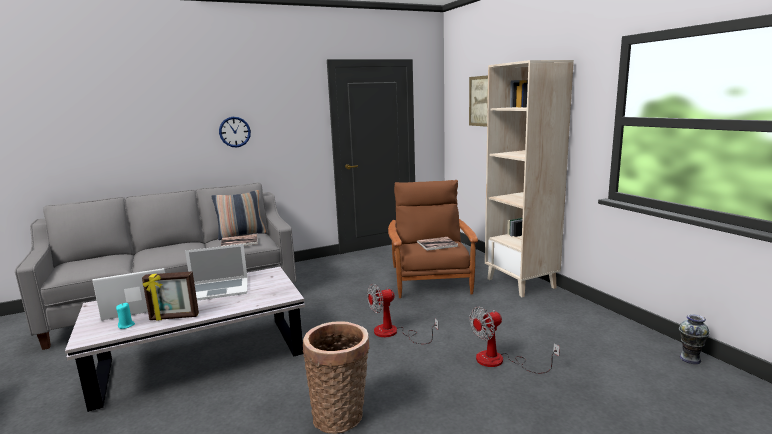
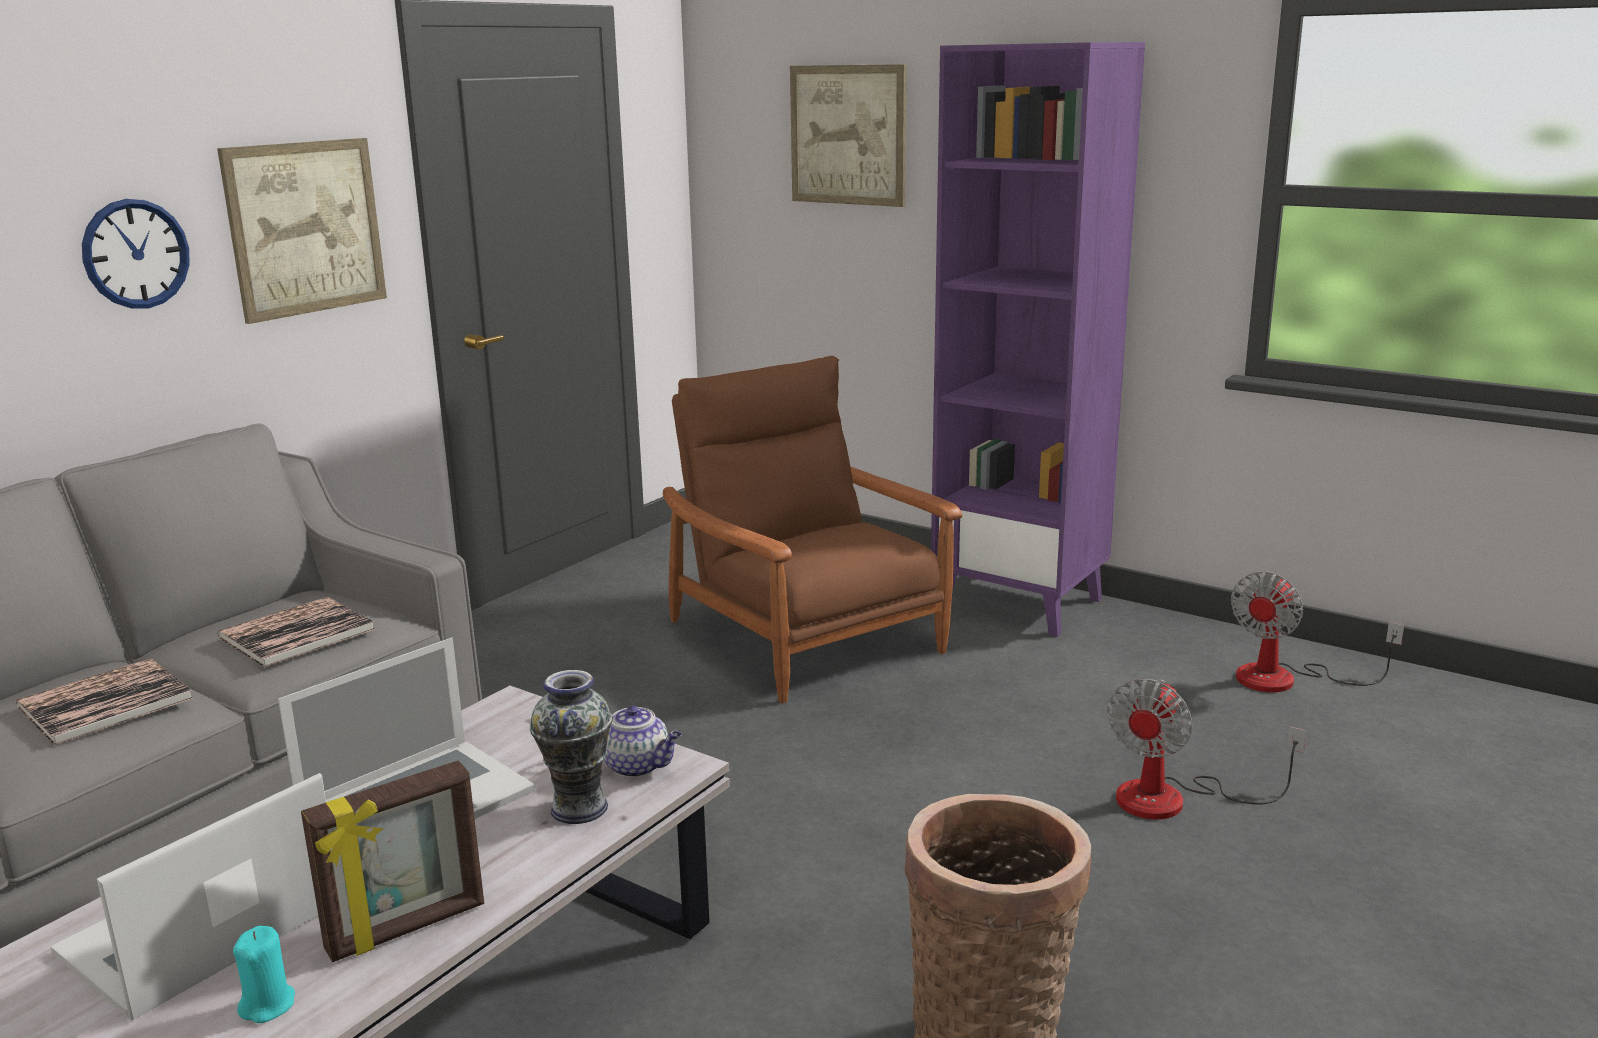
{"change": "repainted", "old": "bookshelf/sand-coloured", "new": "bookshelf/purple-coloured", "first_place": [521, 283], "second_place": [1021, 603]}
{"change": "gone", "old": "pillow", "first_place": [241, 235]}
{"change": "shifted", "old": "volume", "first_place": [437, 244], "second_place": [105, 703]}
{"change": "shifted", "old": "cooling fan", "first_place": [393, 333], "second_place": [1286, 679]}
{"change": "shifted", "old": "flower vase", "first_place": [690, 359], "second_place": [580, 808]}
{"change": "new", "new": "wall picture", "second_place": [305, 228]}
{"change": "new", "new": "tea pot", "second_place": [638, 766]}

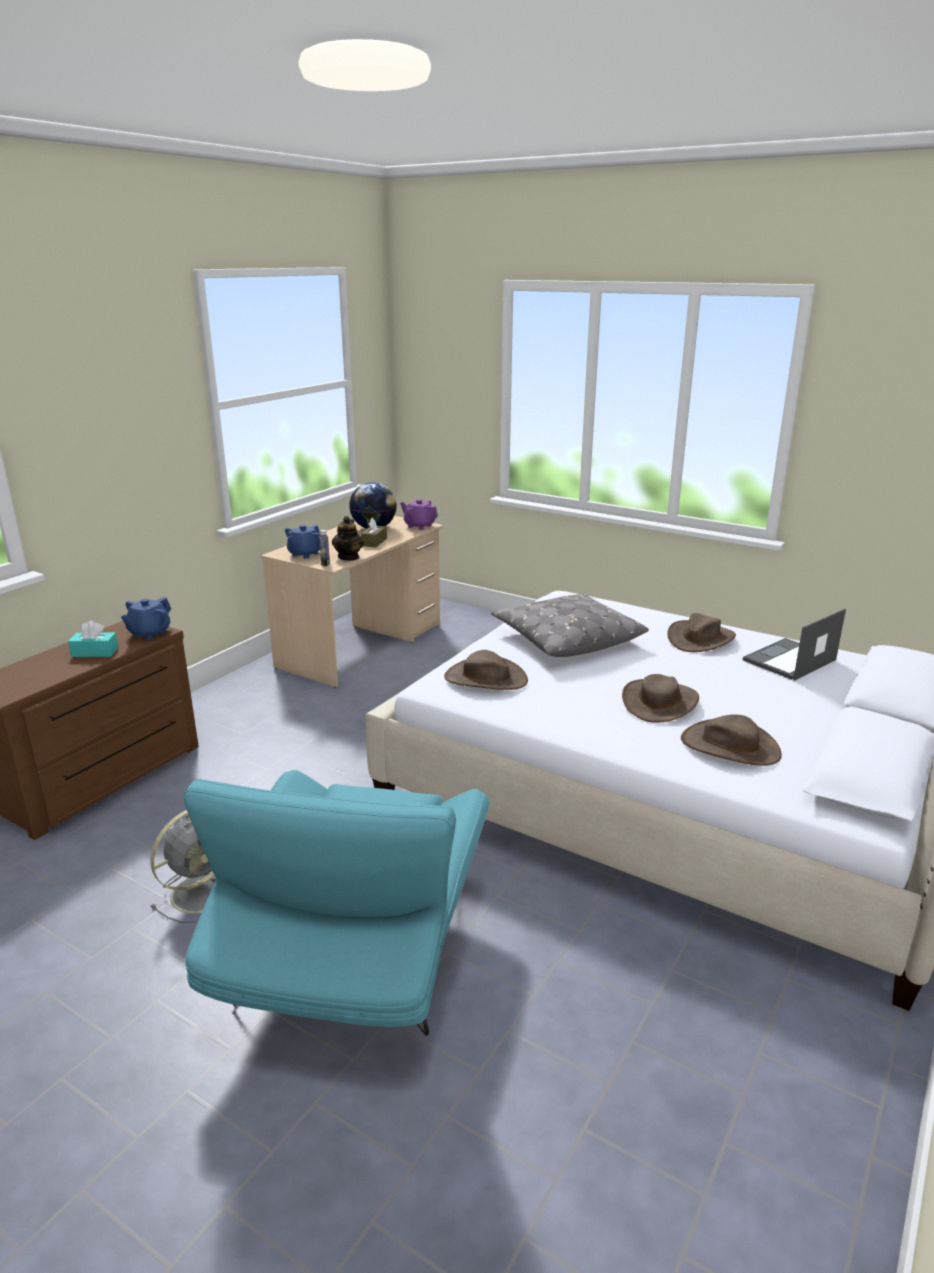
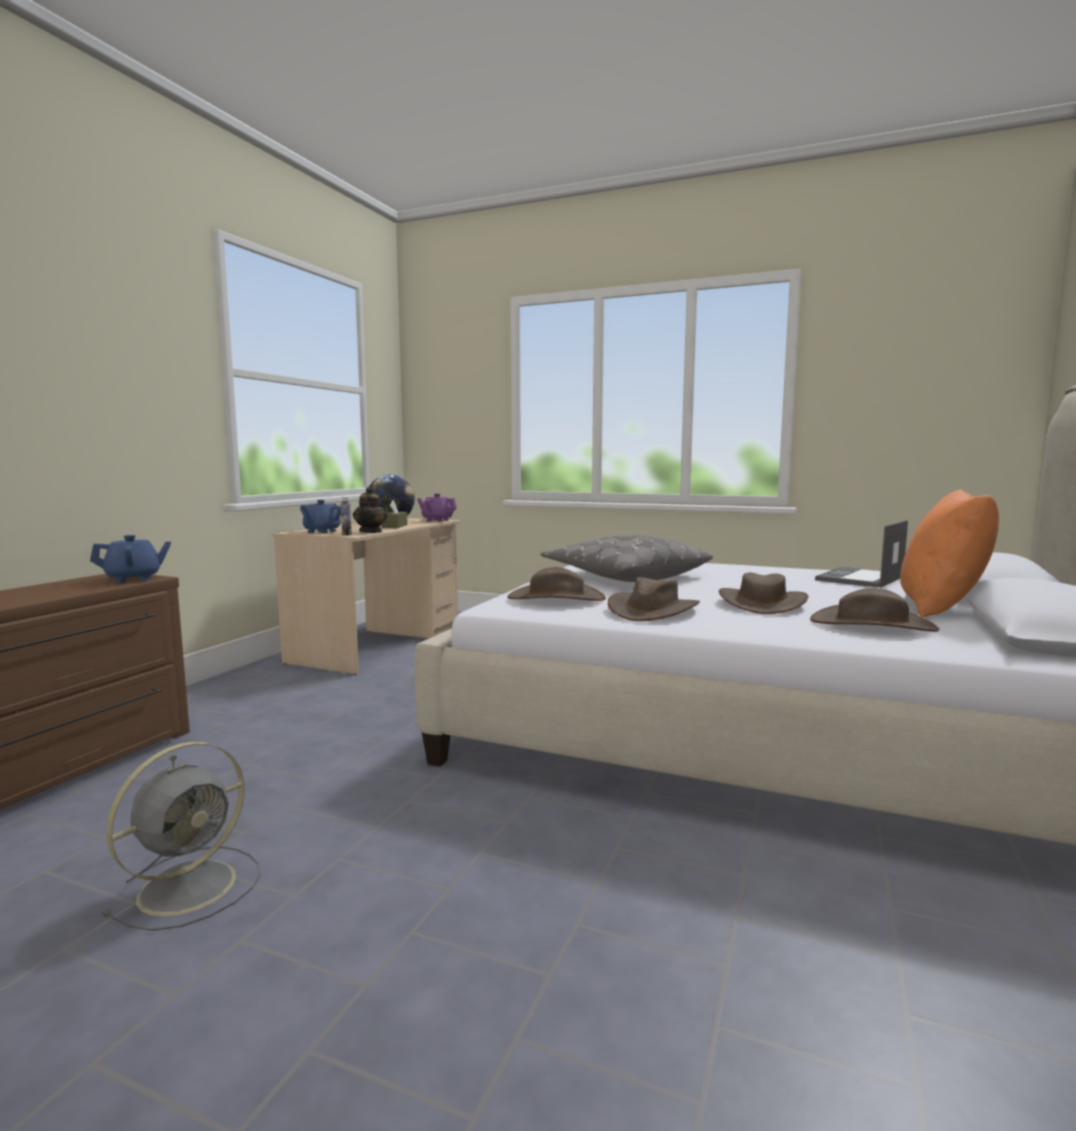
{"change": "rotated", "old": "tea pot/bluish", "first_place": [149, 633], "second_place": [134, 579], "degrees": -135}
{"change": "shifted", "old": "hat/brown-coloured", "first_place": [700, 638], "second_place": [652, 610]}
{"change": "gone", "old": "tissue holder/blue-green", "first_place": [95, 652]}
{"change": "gone", "old": "armchair/blue-green", "first_place": [354, 957]}
{"change": "new", "new": "pillow/orange", "second_place": [941, 607]}

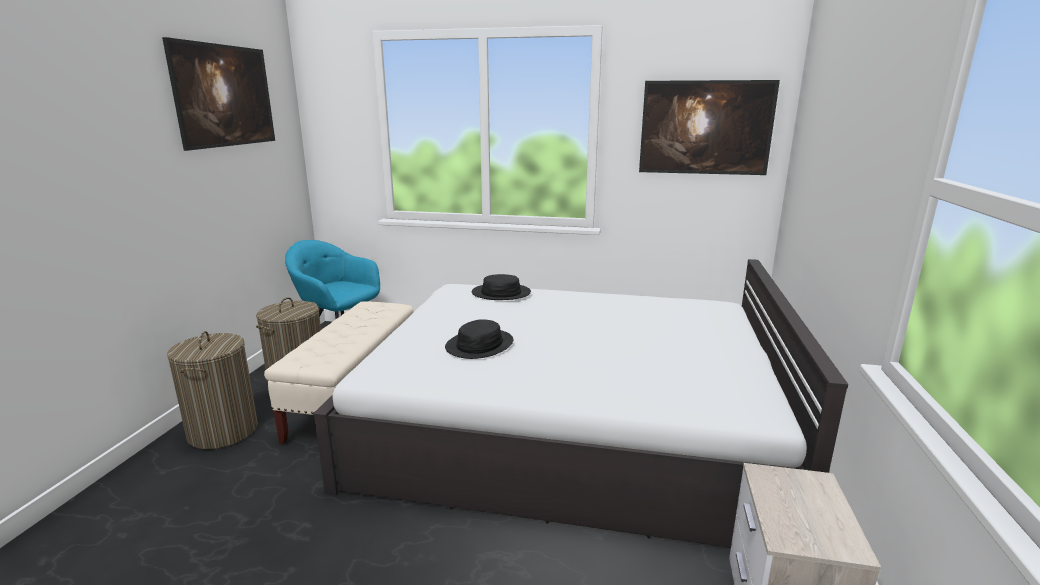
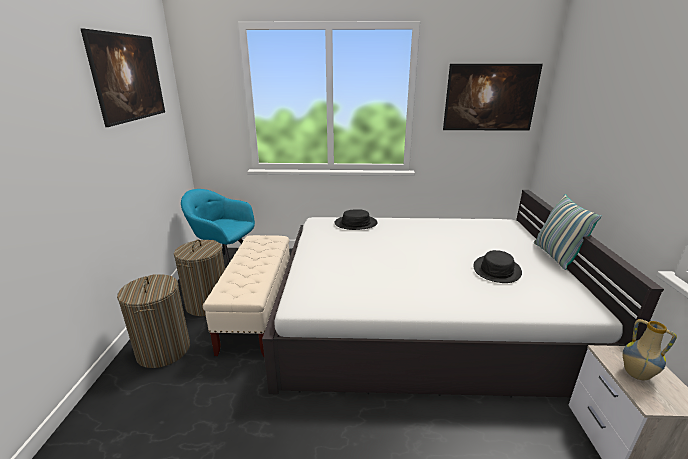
{"change": "shifted", "old": "hat/black", "first_place": [480, 345], "second_place": [497, 270]}
{"change": "new", "new": "pillow", "second_place": [555, 256]}
{"change": "new", "new": "flower vase", "second_place": [635, 374]}

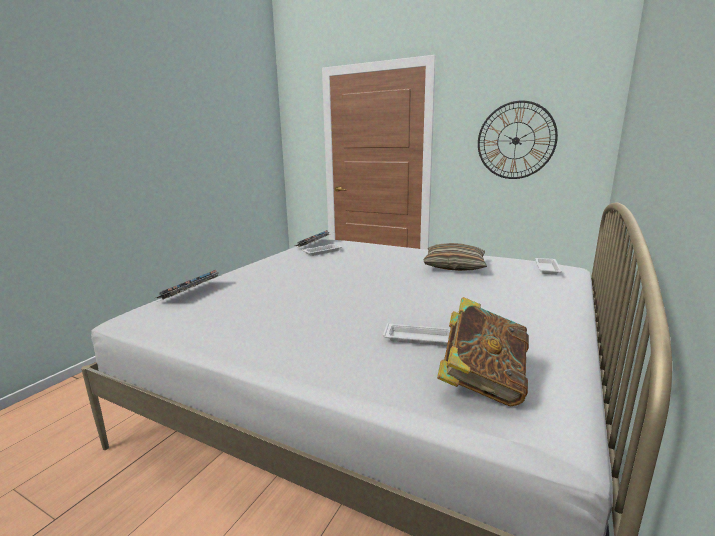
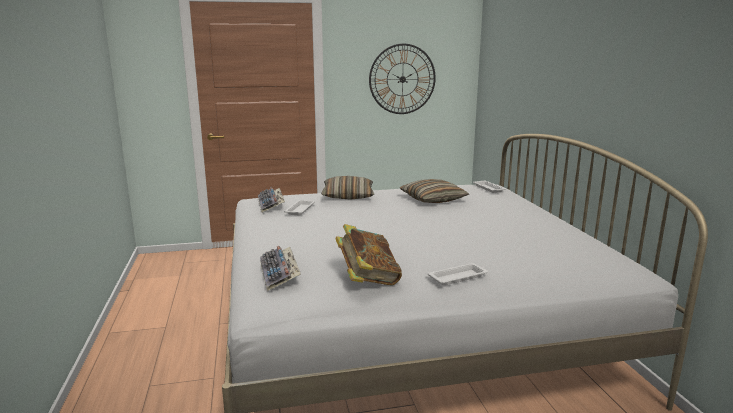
{"change": "shifted", "old": "volume", "first_place": [481, 383], "second_place": [367, 279]}
{"change": "shifted", "old": "carrying tray/white", "first_place": [420, 339], "second_place": [458, 277]}
{"change": "new", "new": "pillow", "second_place": [348, 196]}

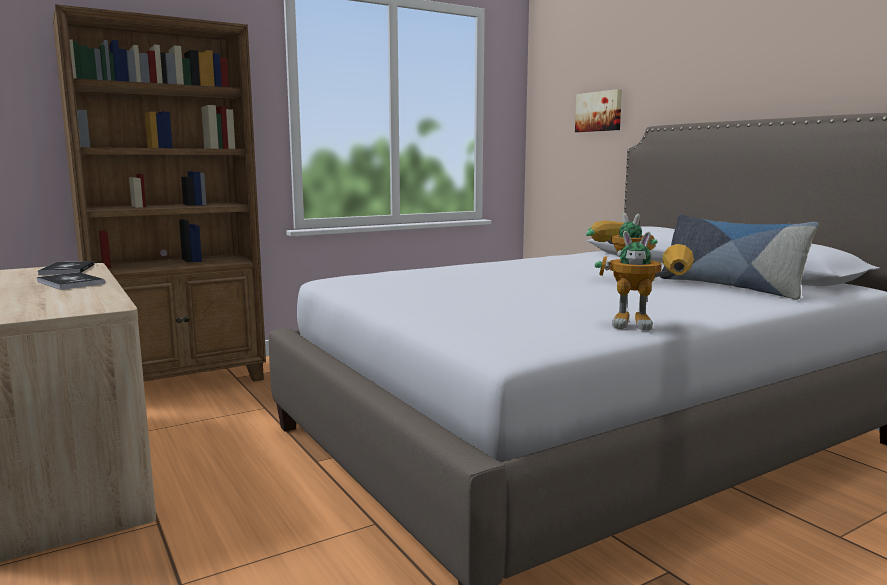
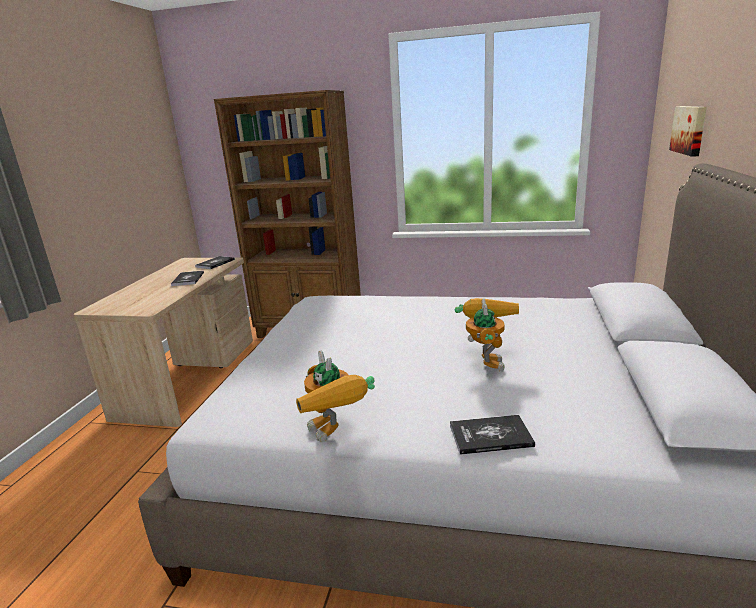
{"change": "gone", "old": "pillow", "first_place": [730, 287]}
{"change": "new", "new": "volume", "second_place": [490, 436]}

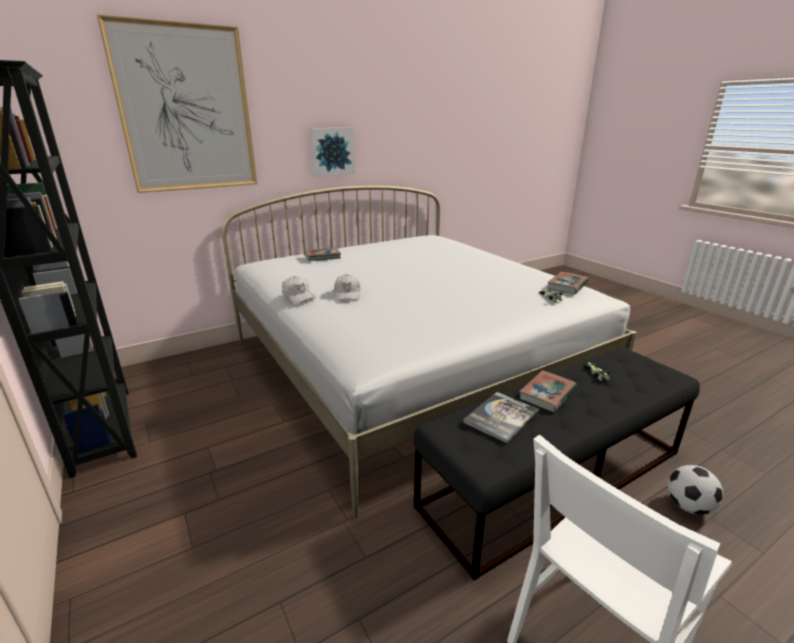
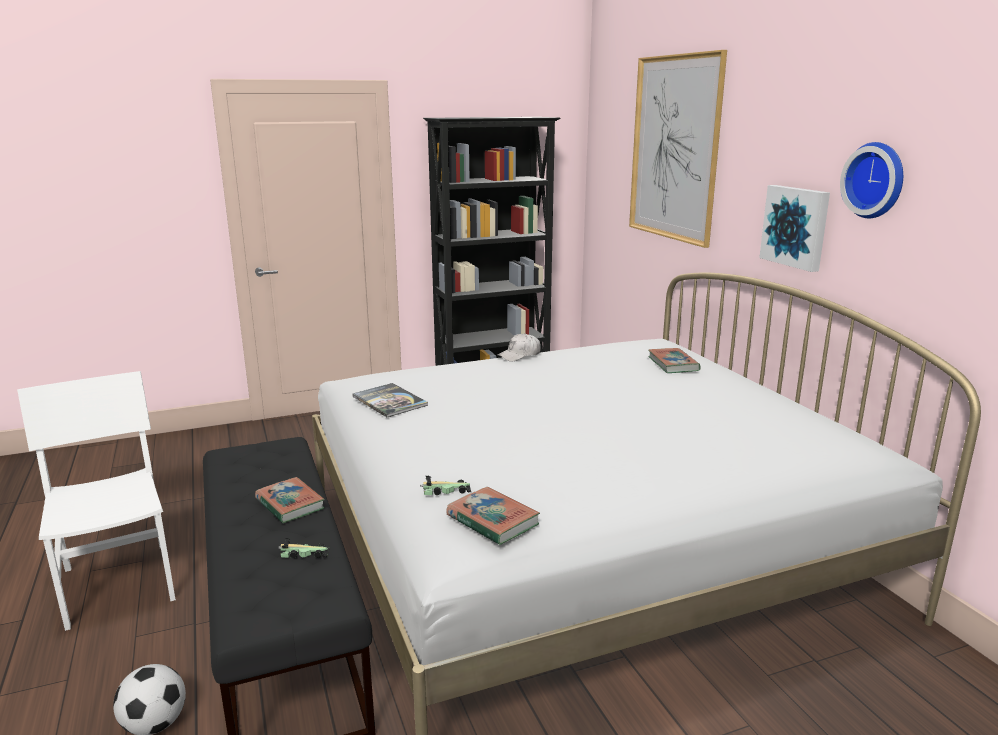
{"change": "gone", "old": "peaked cap/white", "first_place": [347, 294]}
{"change": "shifted", "old": "volume", "first_place": [501, 417], "second_place": [390, 401]}
{"change": "new", "new": "clock on the wall", "second_place": [876, 180]}

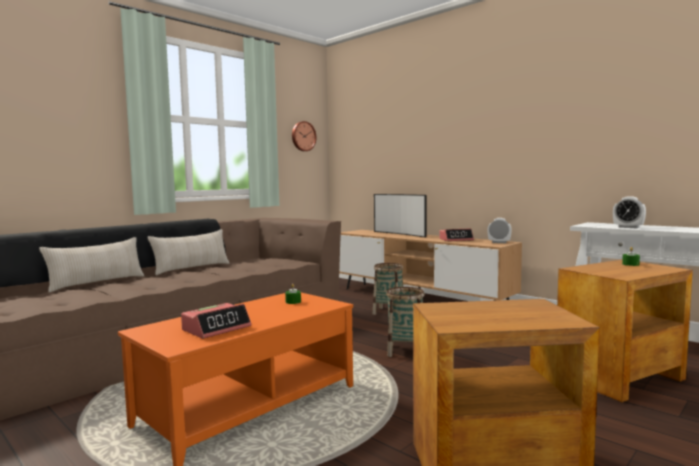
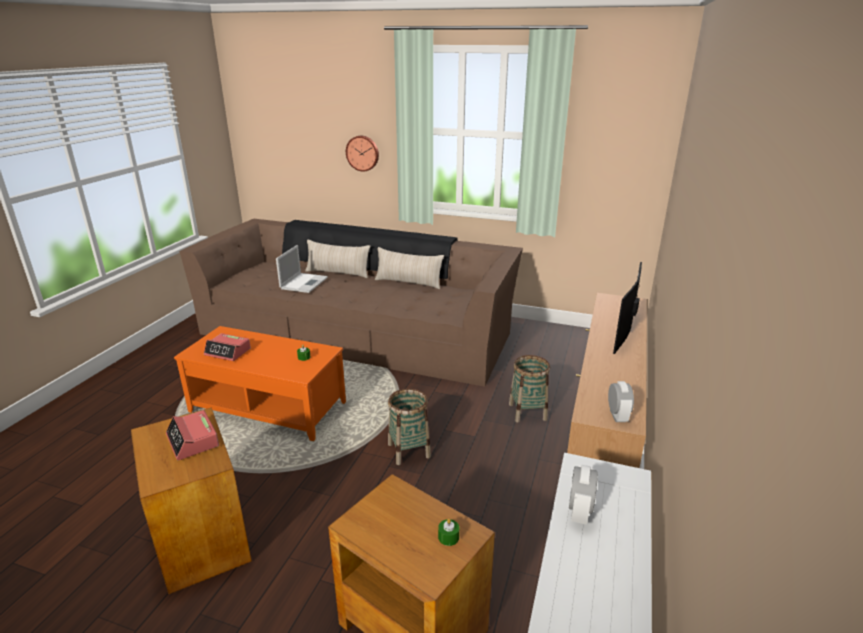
{"change": "shifted", "old": "clock on the wall", "first_place": [303, 136], "second_place": [363, 153]}
{"change": "shifted", "old": "alarm clock", "first_place": [456, 239], "second_place": [193, 441]}
{"change": "new", "new": "notebook computer", "second_place": [304, 283]}

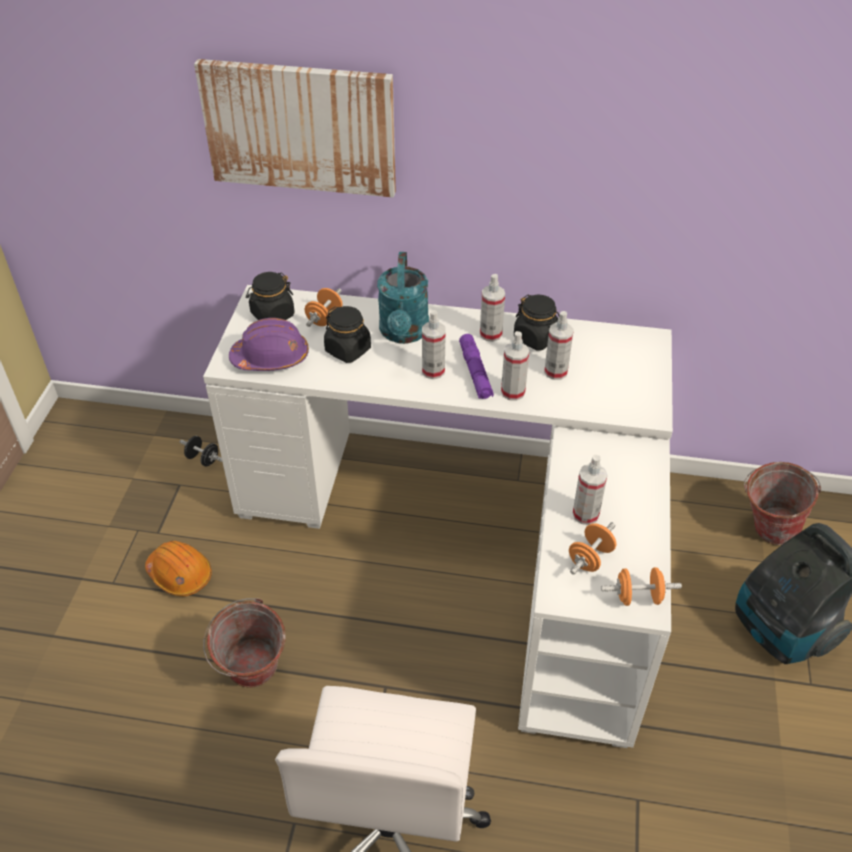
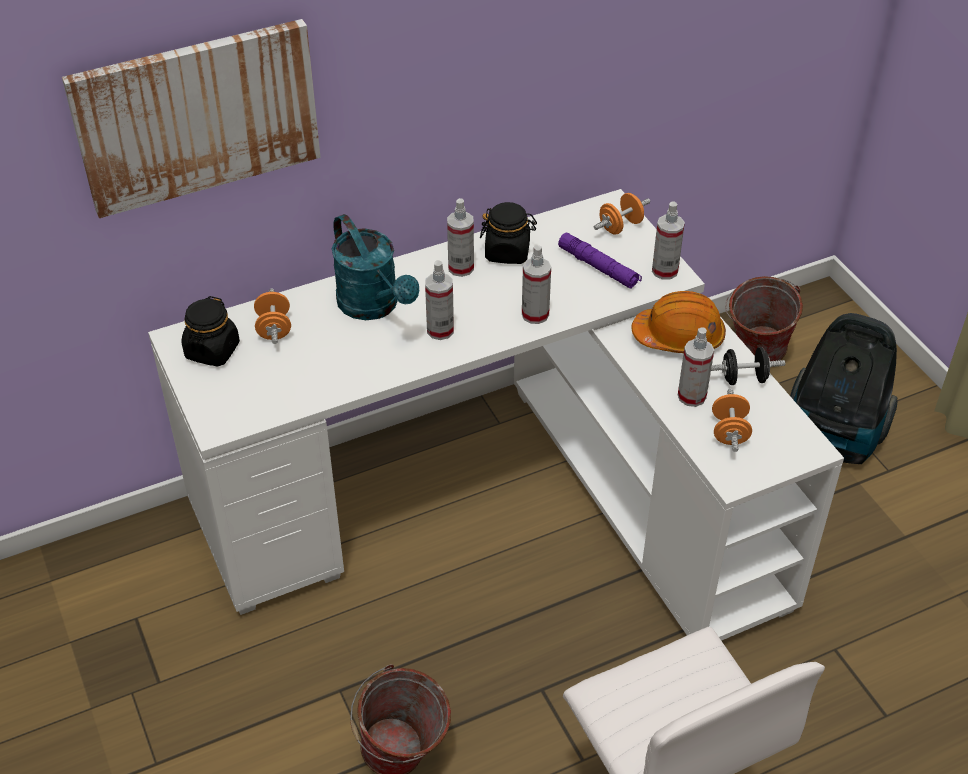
{"change": "gone", "old": "storage jar/black", "first_place": [348, 350]}
{"change": "shifted", "old": "spray bottle", "first_place": [556, 372], "second_place": [665, 271]}
{"change": "gone", "old": "work helmet/purple-coloured", "first_place": [271, 358]}
{"change": "shifted", "old": "torch/purple-coloured", "first_place": [475, 372], "second_place": [598, 267]}
{"change": "shifted", "old": "free weight/black", "first_place": [203, 459], "second_place": [743, 378]}
{"change": "shifted", "old": "work helmet/orange", "first_place": [180, 574], "second_place": [679, 337]}
{"change": "shifted", "old": "free weight/orange", "first_place": [638, 597], "second_place": [620, 226]}

